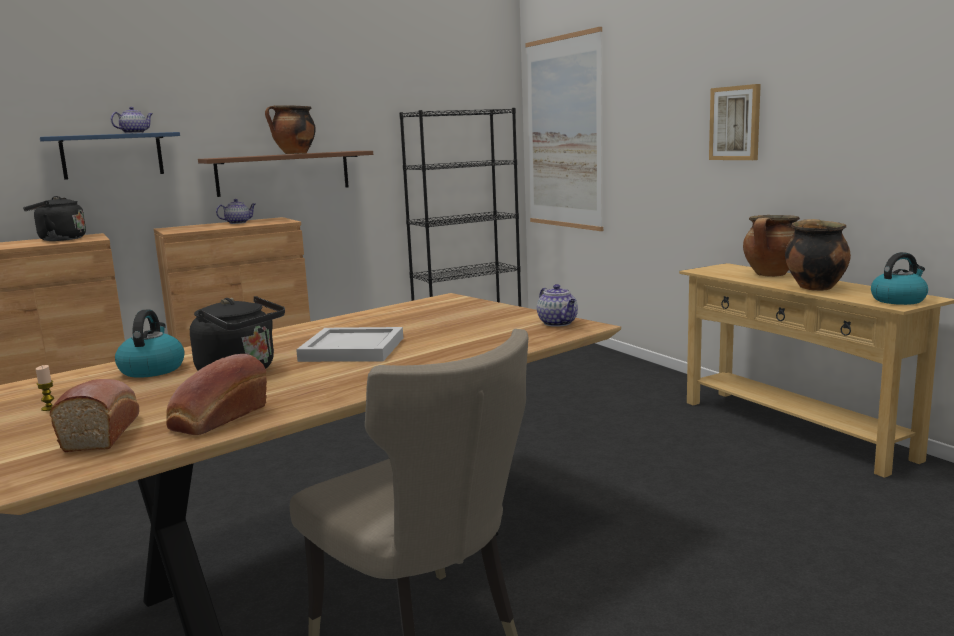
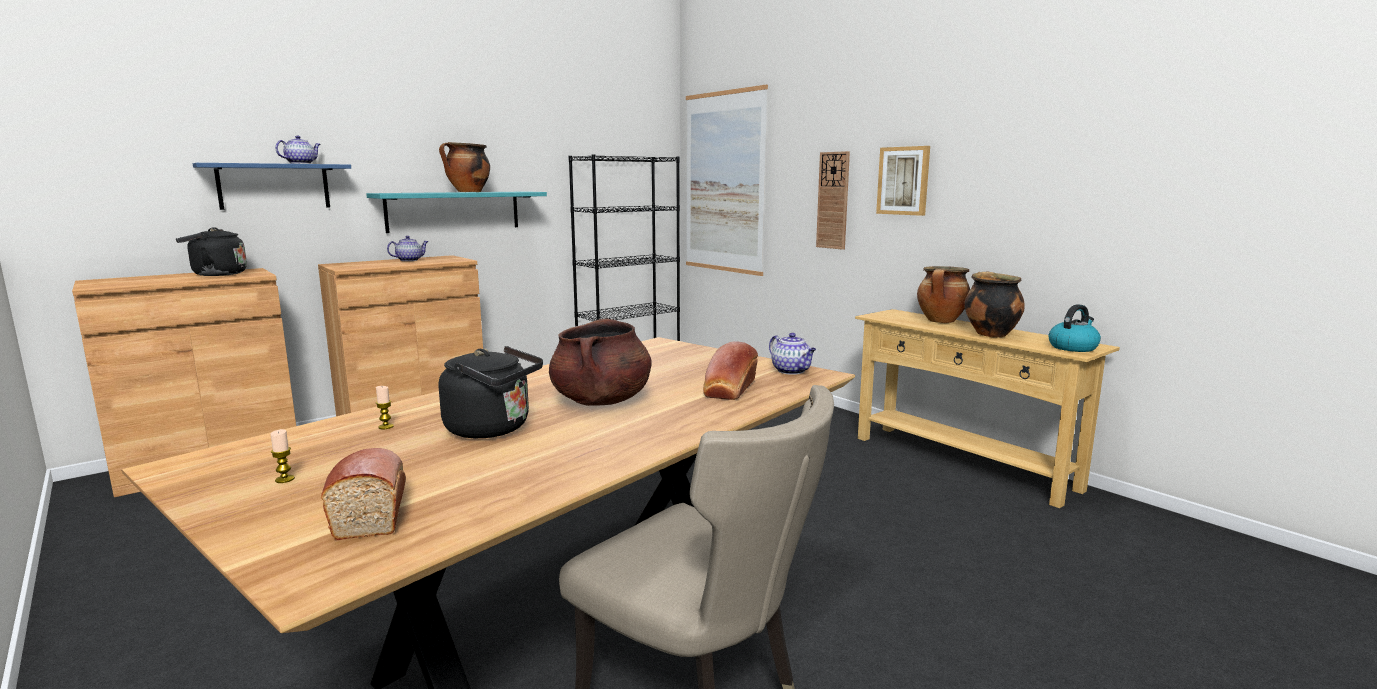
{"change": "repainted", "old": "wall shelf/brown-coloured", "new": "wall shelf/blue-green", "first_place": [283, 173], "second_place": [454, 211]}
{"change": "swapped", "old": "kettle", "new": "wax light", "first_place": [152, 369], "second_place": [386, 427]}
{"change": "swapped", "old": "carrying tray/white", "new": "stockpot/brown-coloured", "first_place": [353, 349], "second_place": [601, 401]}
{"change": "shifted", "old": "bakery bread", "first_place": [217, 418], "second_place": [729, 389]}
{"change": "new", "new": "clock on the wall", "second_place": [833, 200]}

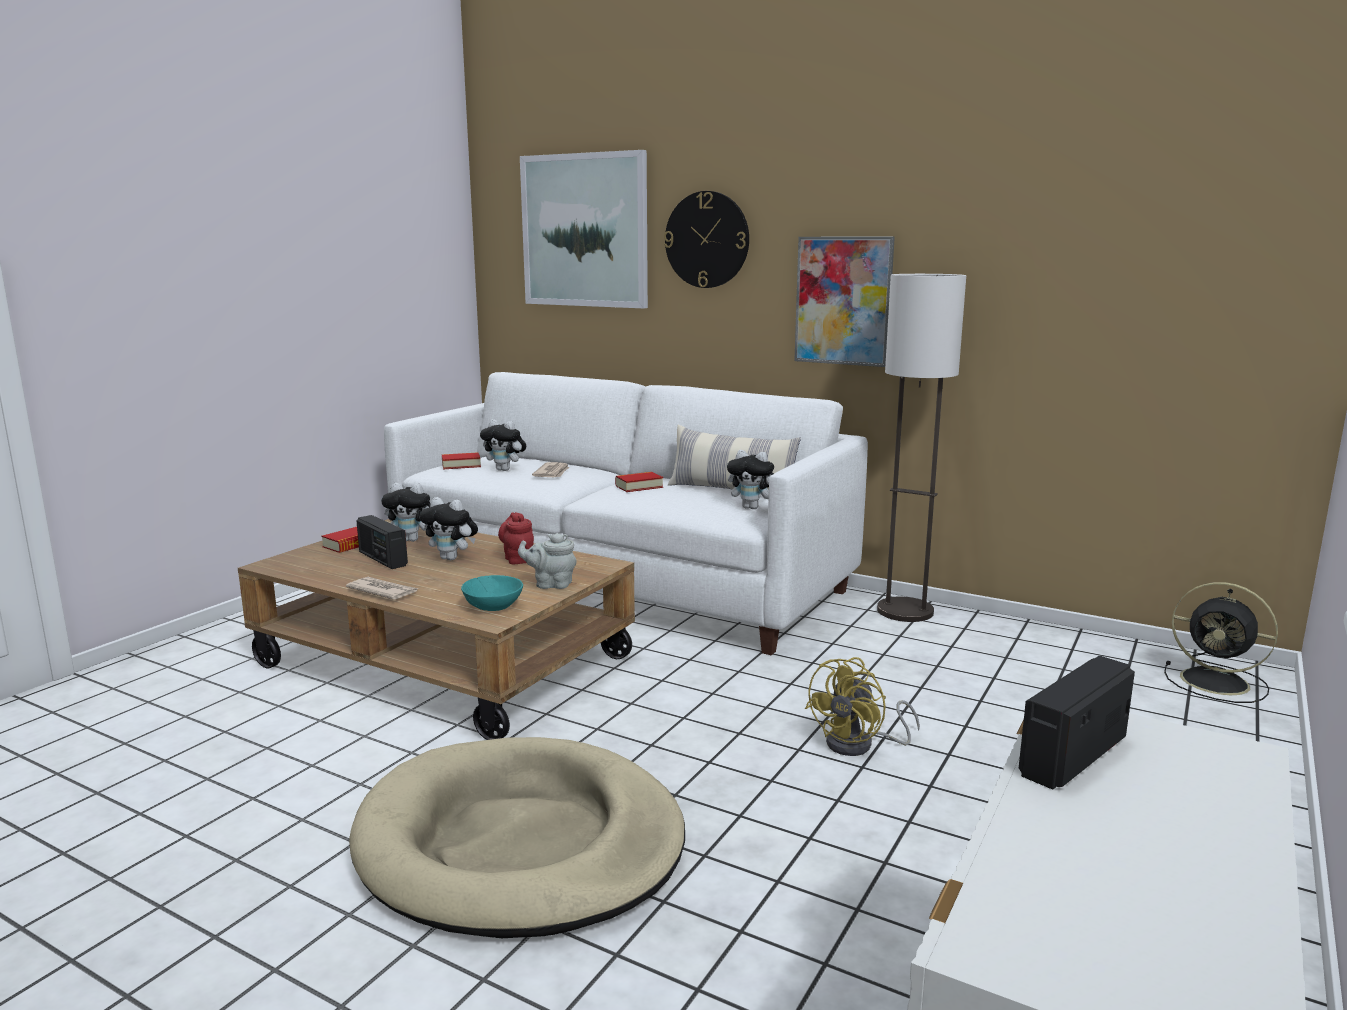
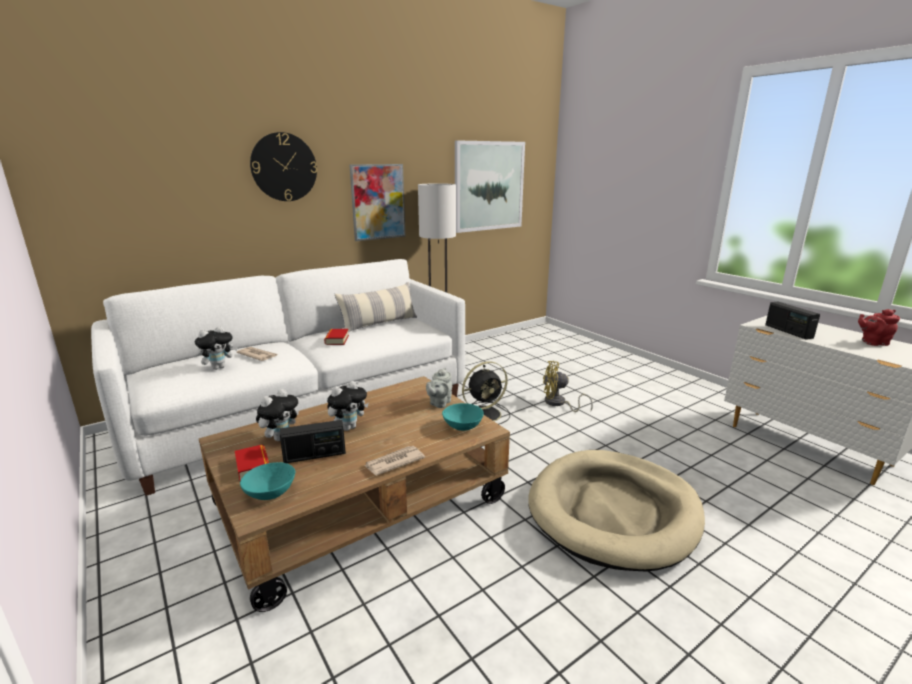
{"change": "shifted", "old": "wall picture", "first_place": [584, 231], "second_place": [489, 186]}
{"change": "gone", "old": "cuddly toy", "first_place": [752, 508]}
{"change": "gone", "old": "volume", "first_place": [461, 465]}
{"change": "shifted", "old": "tea pot/red-coloured", "first_place": [518, 559], "second_place": [872, 342]}
{"change": "shifted", "old": "cooling fan/black", "first_place": [1218, 682], "second_place": [485, 414]}
{"change": "rotated", "old": "cooling fan/yellow-coloured", "first_place": [859, 745], "second_place": [558, 403], "degrees": 120}
{"change": "new", "new": "deep dish/blue-green", "second_place": [271, 492]}

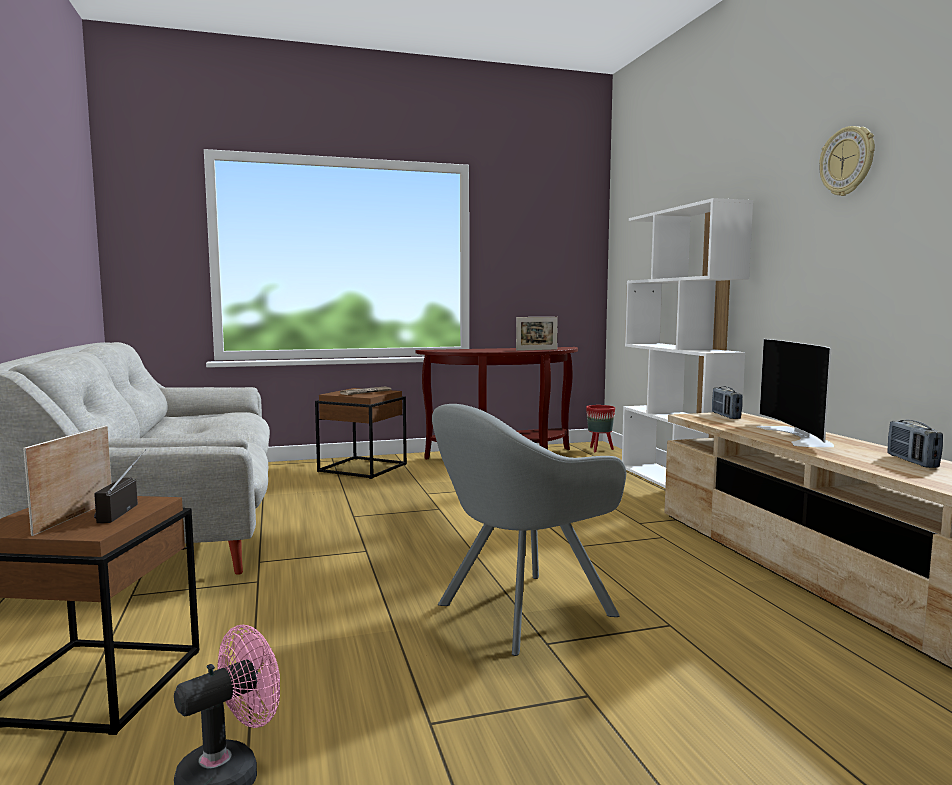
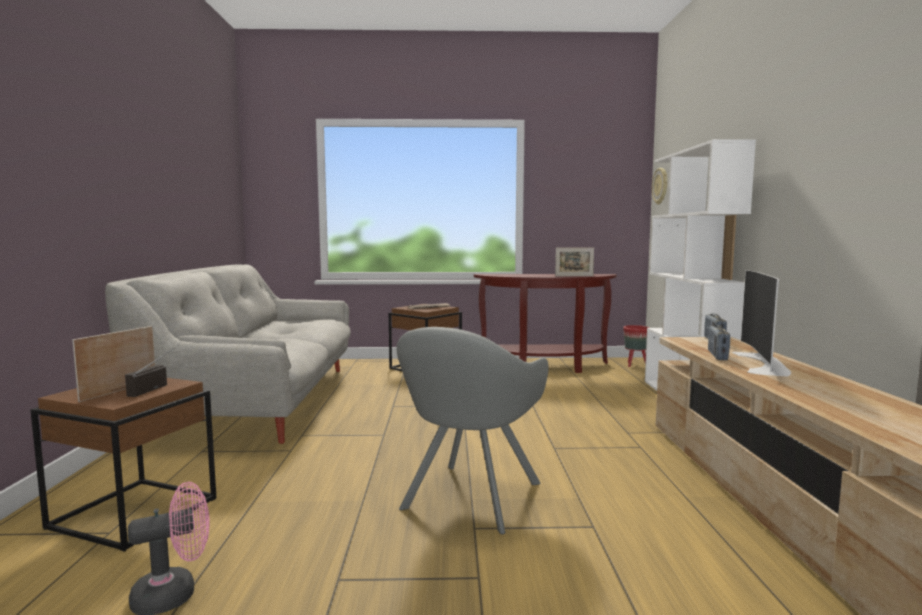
{"change": "shifted", "old": "clock on the wall", "first_place": [847, 161], "second_place": [660, 186]}
{"change": "rotated", "old": "armchair/gray", "first_place": [519, 612], "second_place": [470, 498], "degrees": -45}
{"change": "shifted", "old": "radio receiver", "first_place": [912, 461], "second_place": [717, 356]}

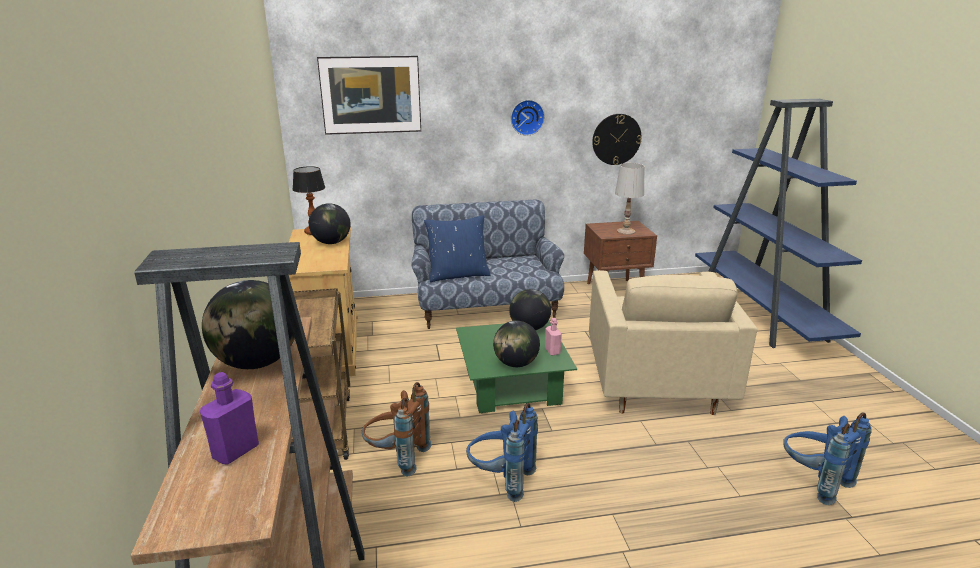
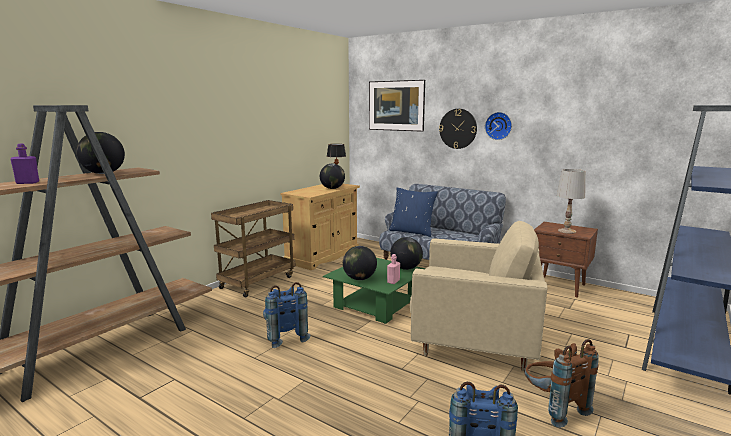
{"change": "shifted", "old": "clock on the wall", "first_place": [616, 139], "second_place": [458, 128]}
{"change": "rotated", "old": "armchair/sand-coloured", "first_place": [655, 383], "second_place": [473, 342], "degrees": -120}
{"change": "shifted", "old": "backpack/brown-coloured", "first_place": [396, 458], "second_place": [553, 407]}

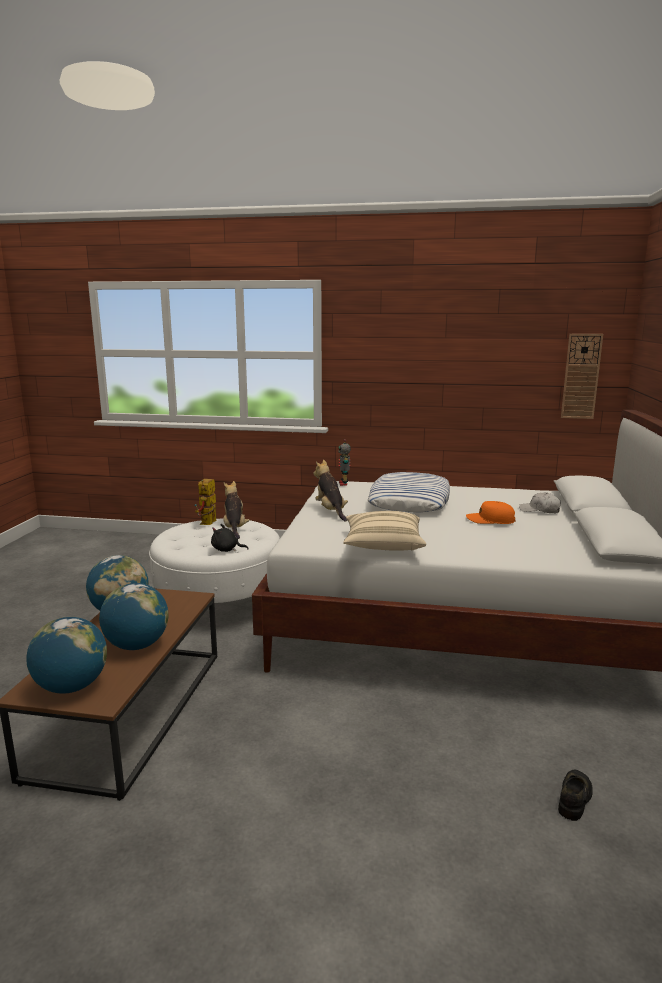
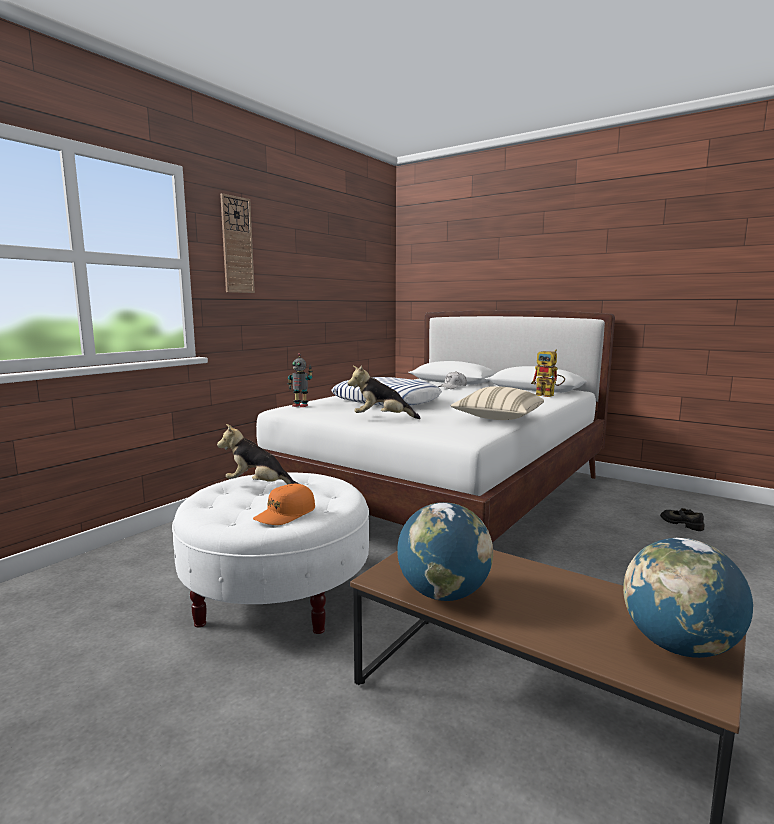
{"change": "shifted", "old": "clock on the wall", "first_place": [581, 376], "second_place": [237, 245]}
{"change": "shifted", "old": "model robot", "first_place": [208, 524], "second_place": [549, 395]}
{"change": "shifted", "old": "peaked cap/orange", "first_place": [490, 520], "second_place": [285, 514]}
{"change": "gone", "old": "cuddly toy/black", "first_place": [227, 550]}
{"change": "gone", "old": "globe", "first_place": [137, 645]}

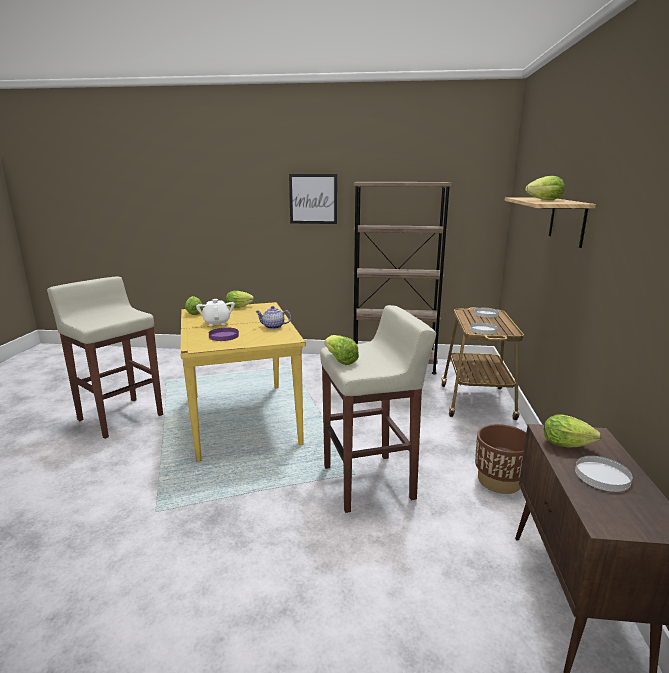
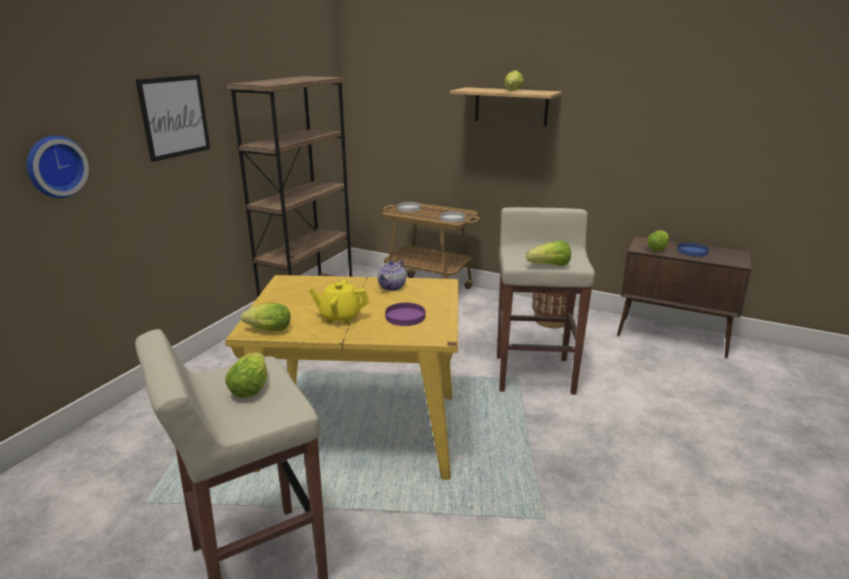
{"change": "shifted", "old": "lettuce head", "first_place": [240, 307], "second_place": [252, 387]}
{"change": "repainted", "old": "tea pot/white", "new": "tea pot/yellow-coloured", "first_place": [217, 323], "second_place": [340, 317]}
{"change": "repainted", "old": "dinner plate/white", "new": "dinner plate/bluish", "first_place": [602, 476], "second_place": [692, 251]}
{"change": "new", "new": "clock on the wall", "second_place": [55, 166]}

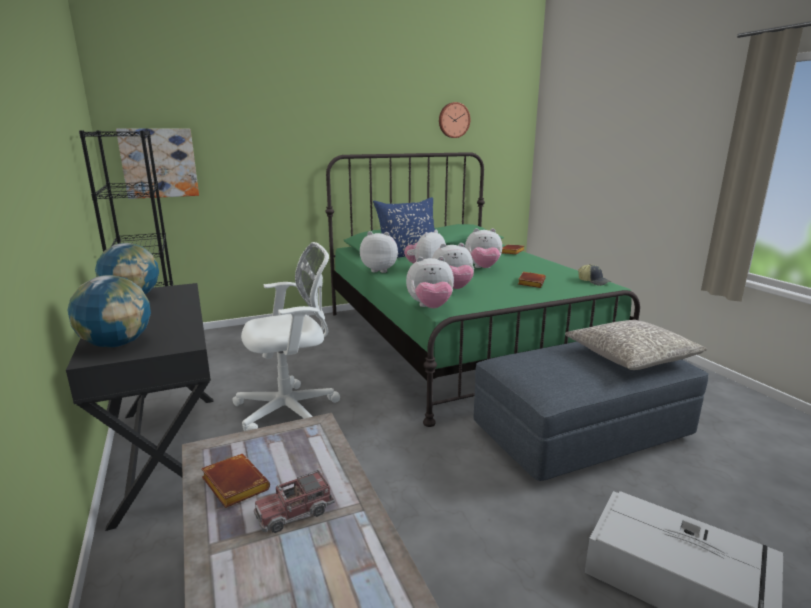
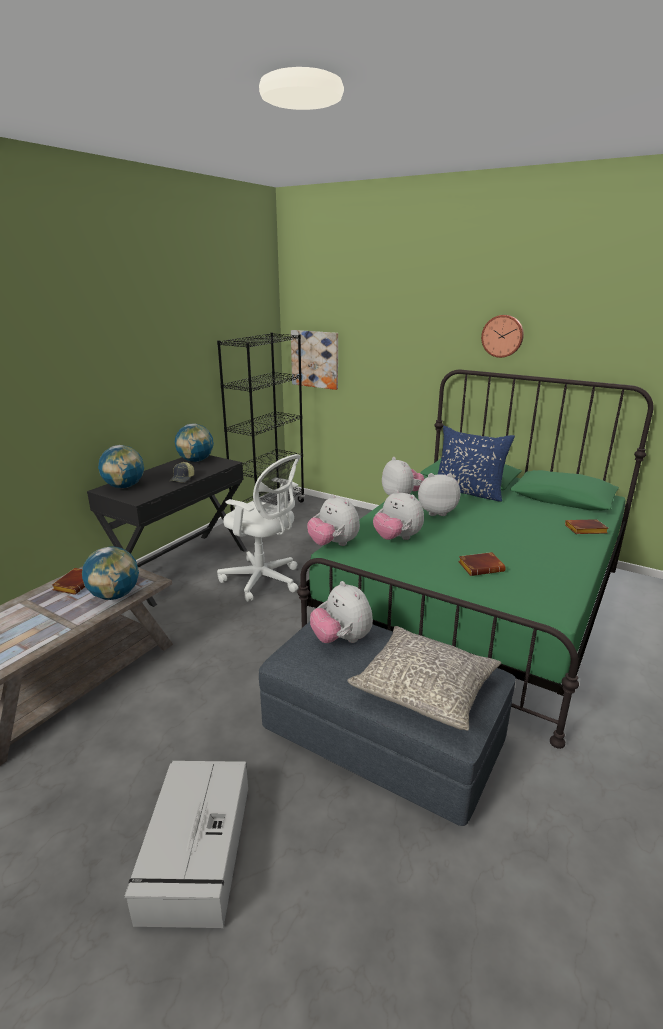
{"change": "shifted", "old": "clock on the wall", "first_place": [453, 120], "second_place": [502, 336]}
{"change": "shifted", "old": "cuddly toy", "first_place": [483, 268], "second_place": [341, 639]}
{"change": "shifted", "old": "peaked cap", "first_place": [594, 282], "second_place": [183, 479]}
{"change": "gone", "old": "toy lorry", "first_place": [295, 512]}
{"change": "new", "new": "globe", "second_place": [115, 595]}

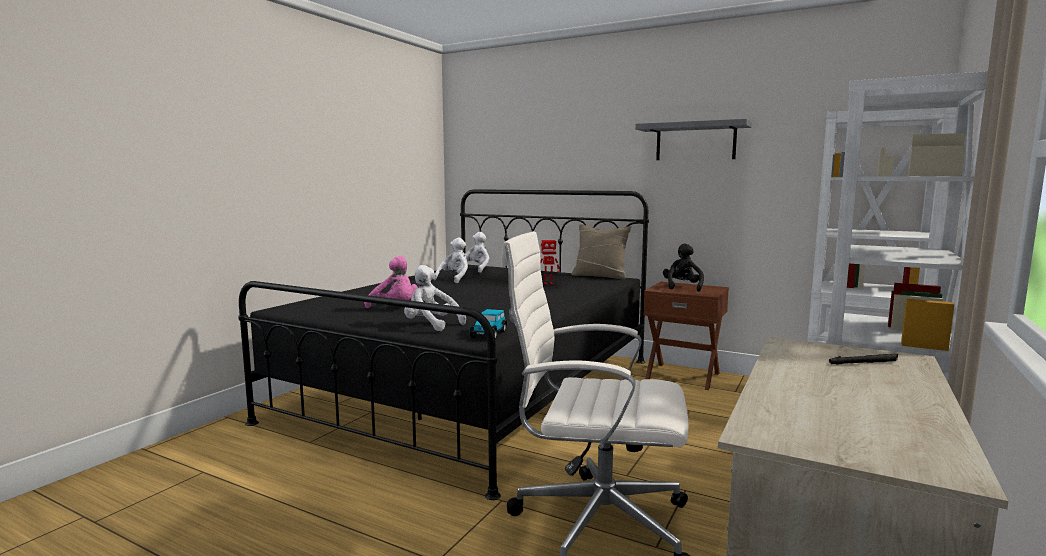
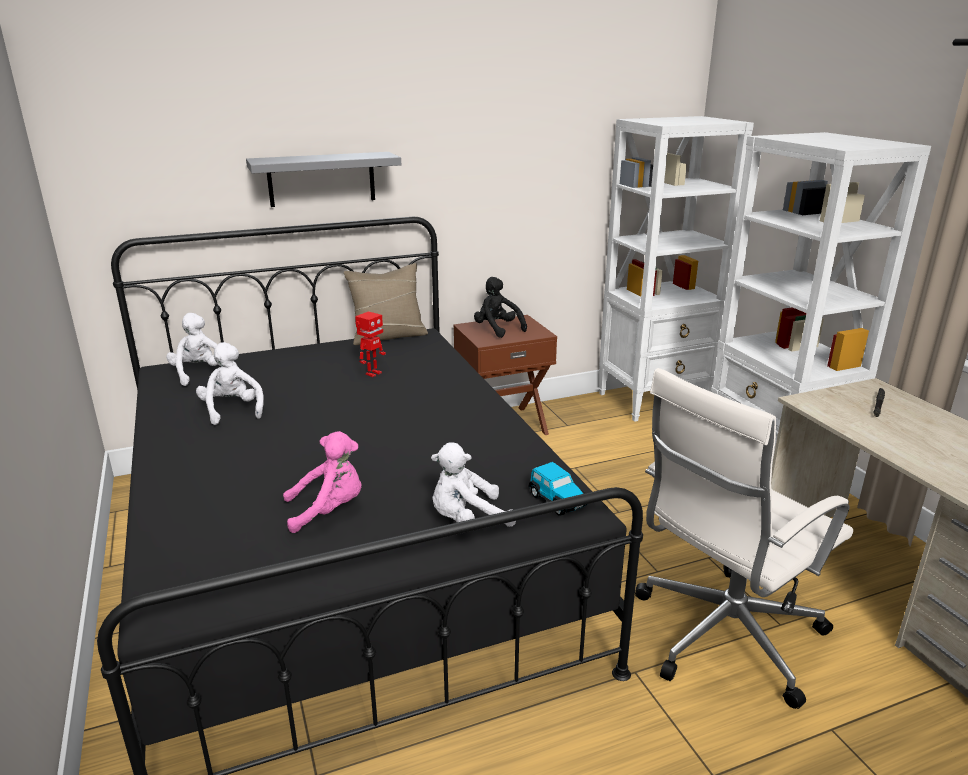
{"change": "shifted", "old": "wall shelf/gray", "first_place": [695, 142], "second_place": [321, 179]}

